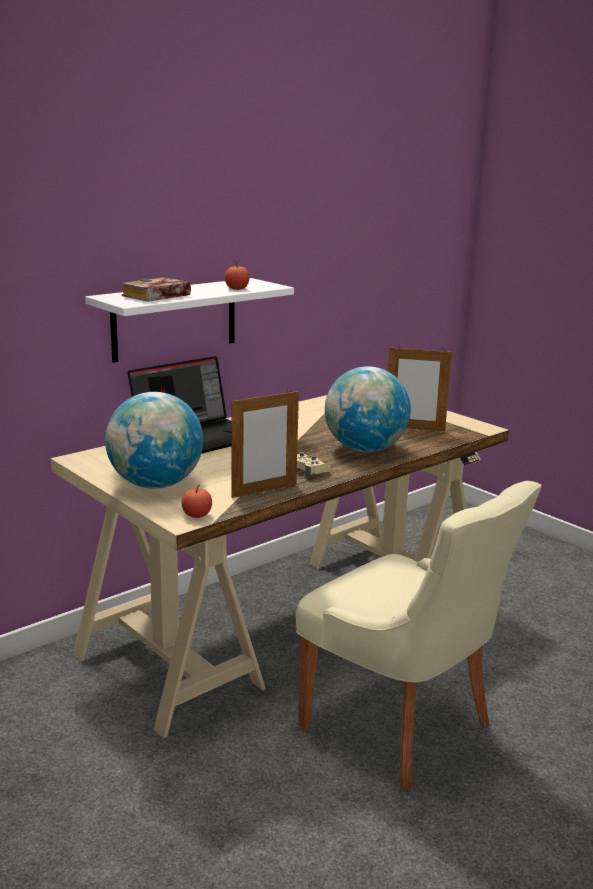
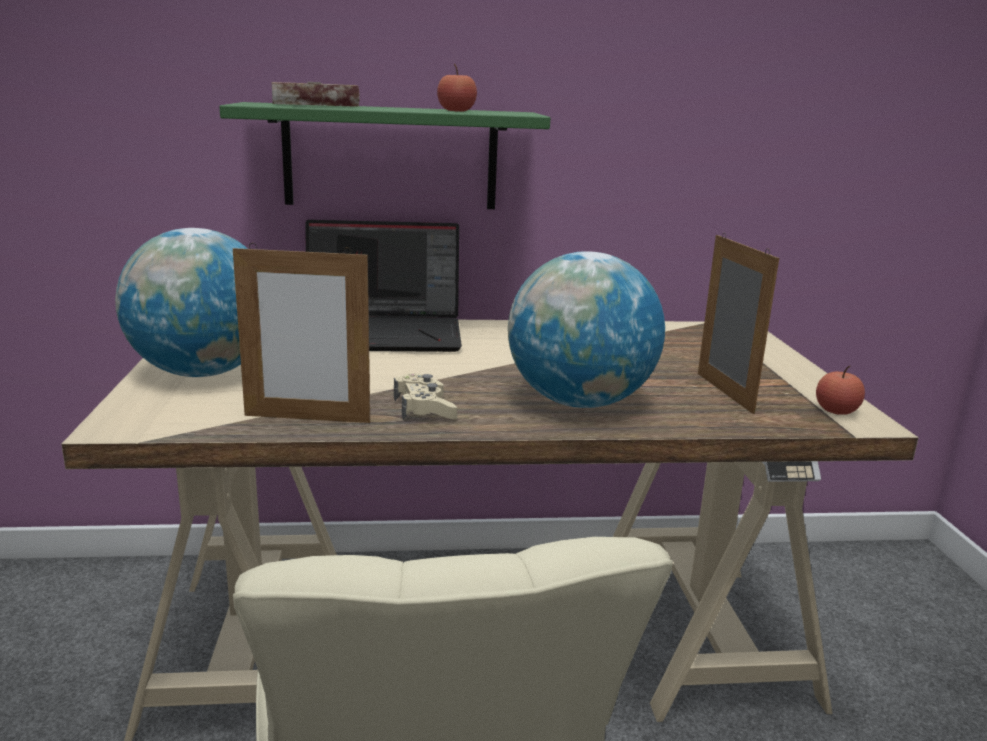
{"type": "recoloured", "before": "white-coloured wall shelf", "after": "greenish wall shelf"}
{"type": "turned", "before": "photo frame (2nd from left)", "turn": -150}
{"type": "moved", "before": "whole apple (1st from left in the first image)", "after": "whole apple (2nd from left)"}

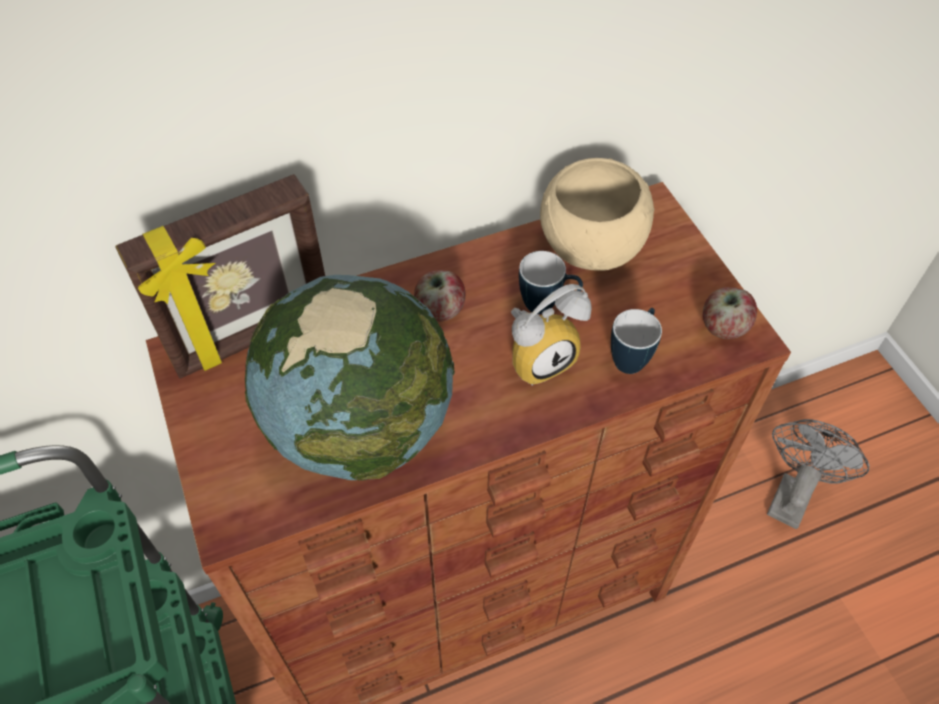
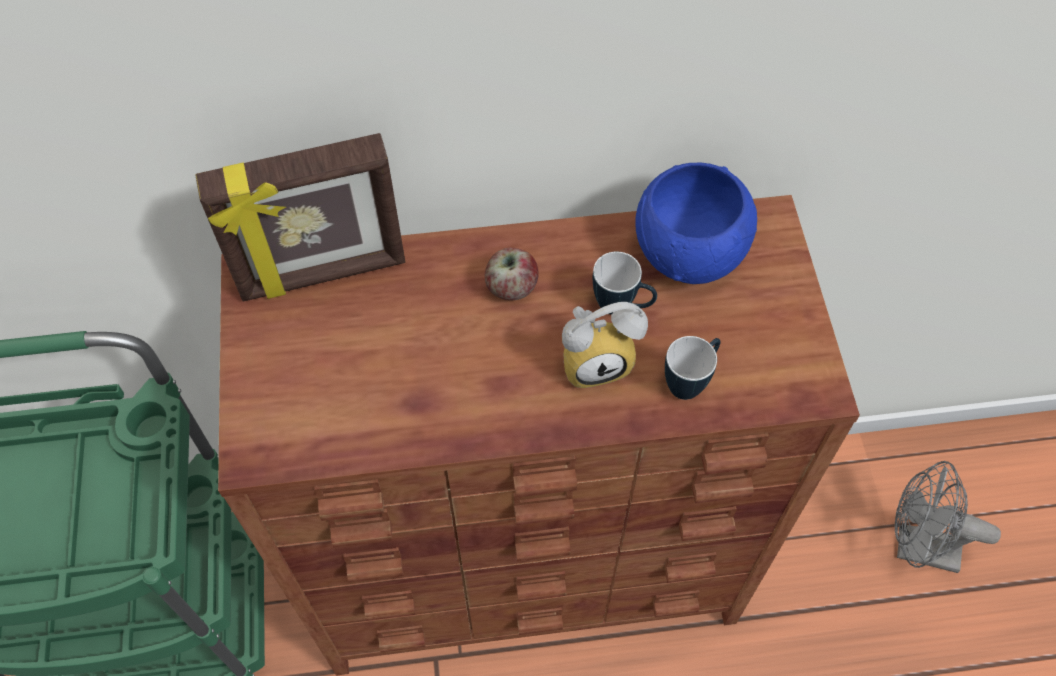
{"type": "recoloured", "before": "beige serving bowl", "after": "bluish serving bowl"}
{"type": "removed", "before": "globe"}
{"type": "removed", "before": "whole apple (2nd from left)"}
{"type": "turned", "before": "greyish electric fan", "turn": -120}

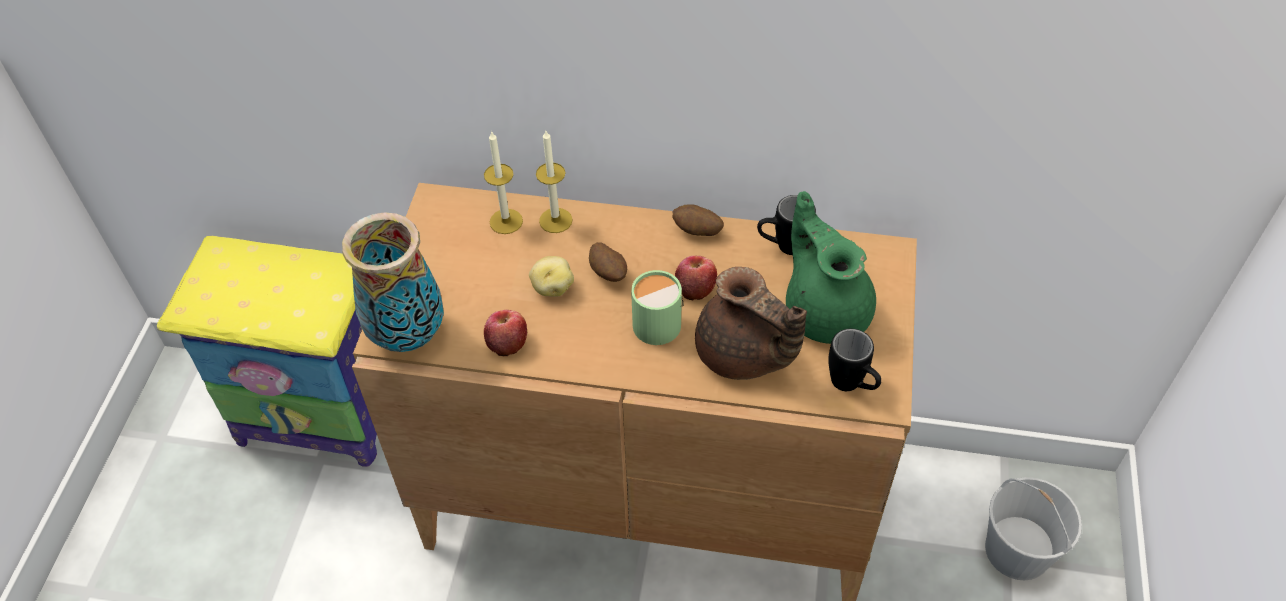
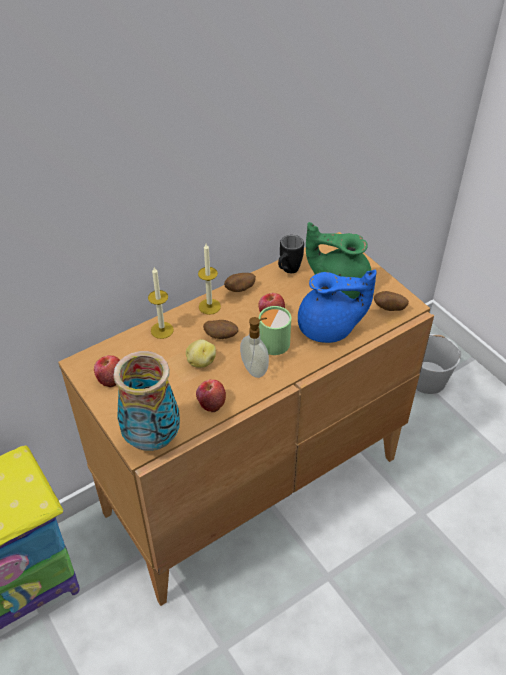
{"type": "moved", "before": "candle (1st from left in the first image)", "after": "candle (2nd from left)"}
{"type": "recoloured", "before": "brown teapot", "after": "bluish teapot"}
{"type": "replaced", "before": "black-coloured coffee mug (2nd from left)", "after": "potato (4th from left)"}
{"type": "added", "after": "soap dispenser"}
{"type": "added", "after": "whole apple (1st from left)"}

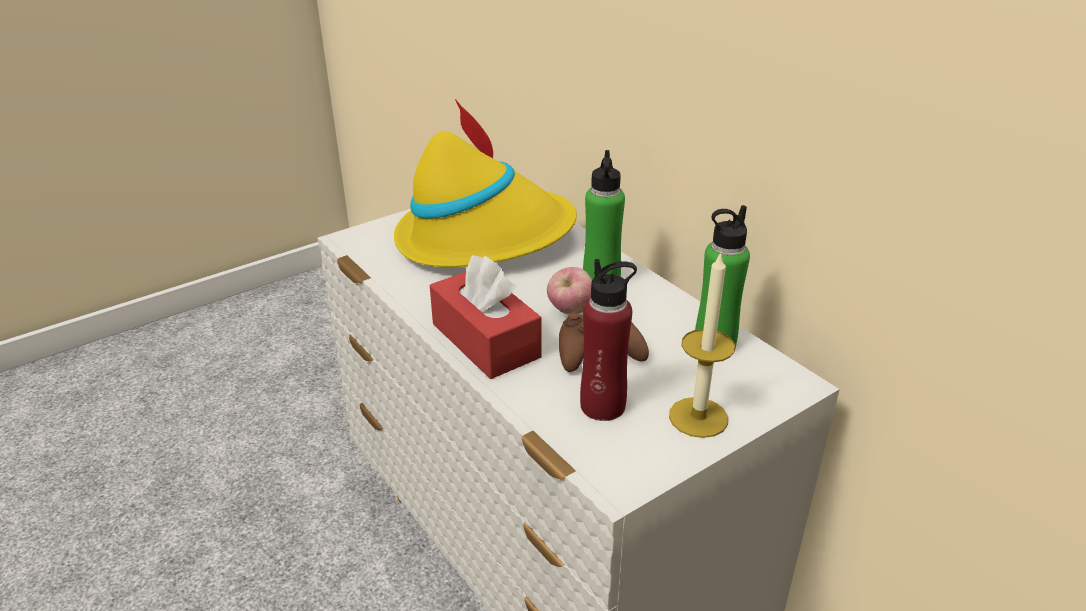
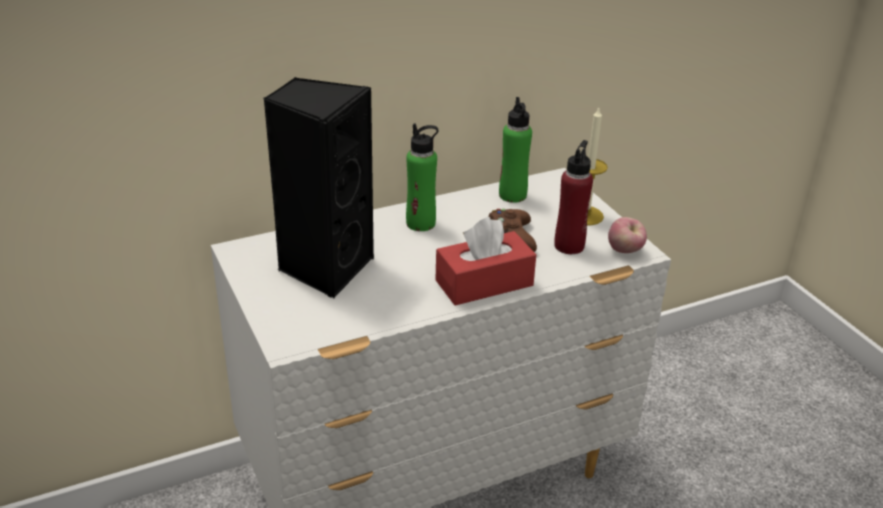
{"type": "replaced", "before": "yellow-coloured hat", "after": "black-coloured loudspeaker"}
{"type": "moved", "before": "whole apple"}

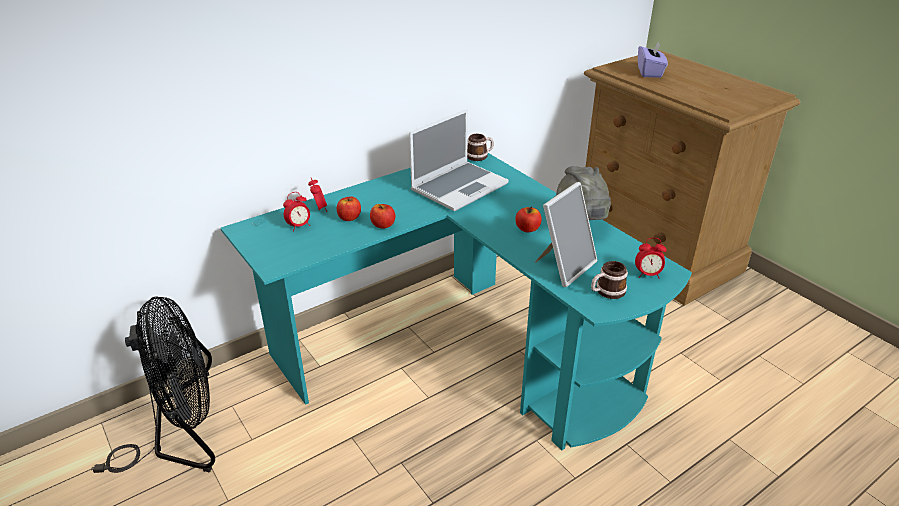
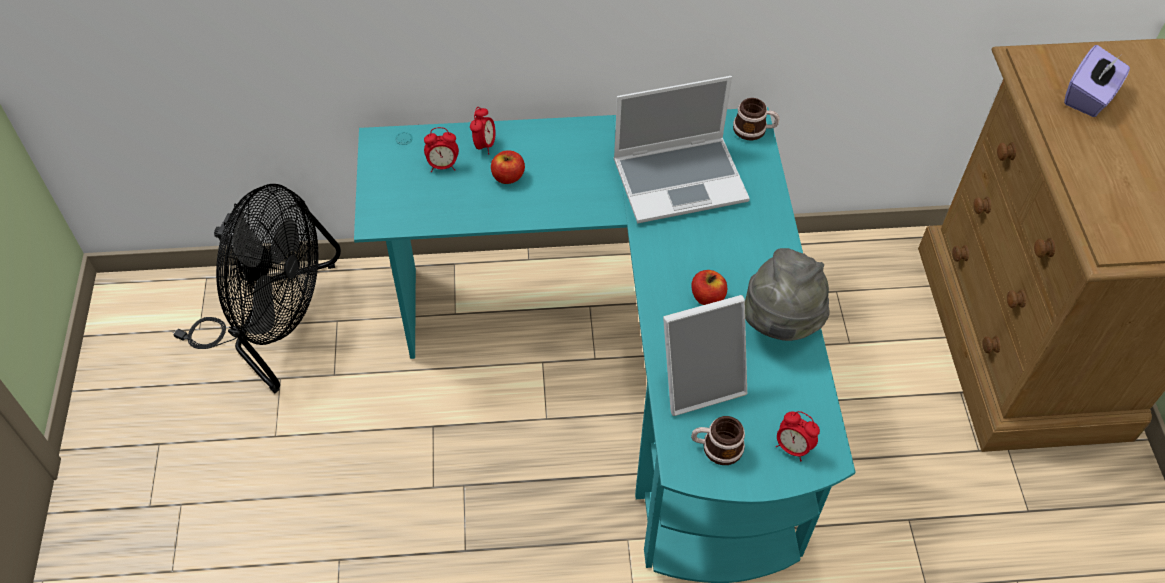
{"type": "removed", "before": "whole apple (2nd from left)"}

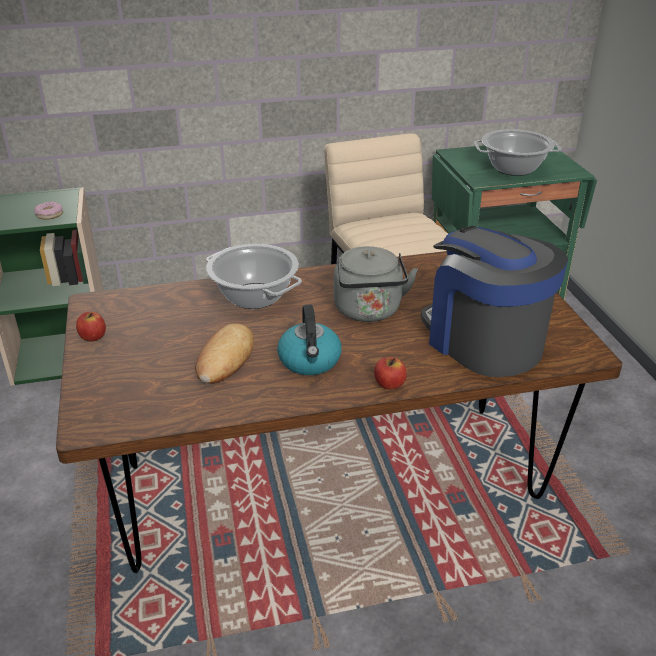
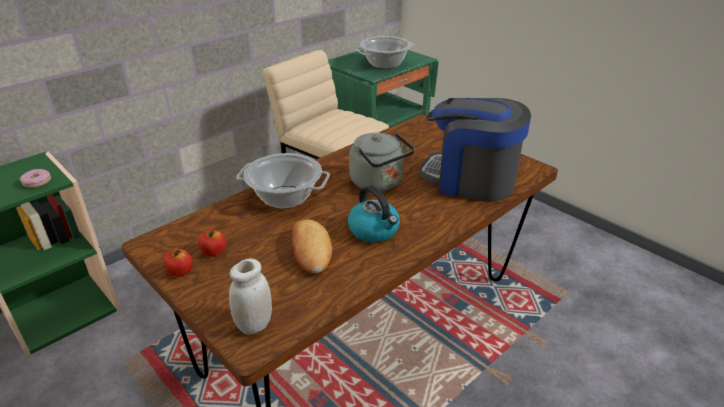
{"type": "moved", "before": "whole apple (2nd from left)"}
{"type": "added", "after": "white-coloured preserve jar"}

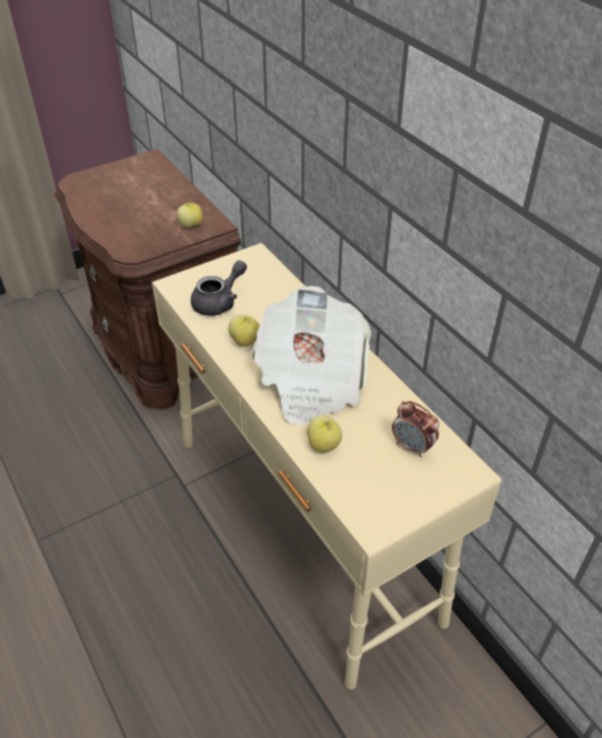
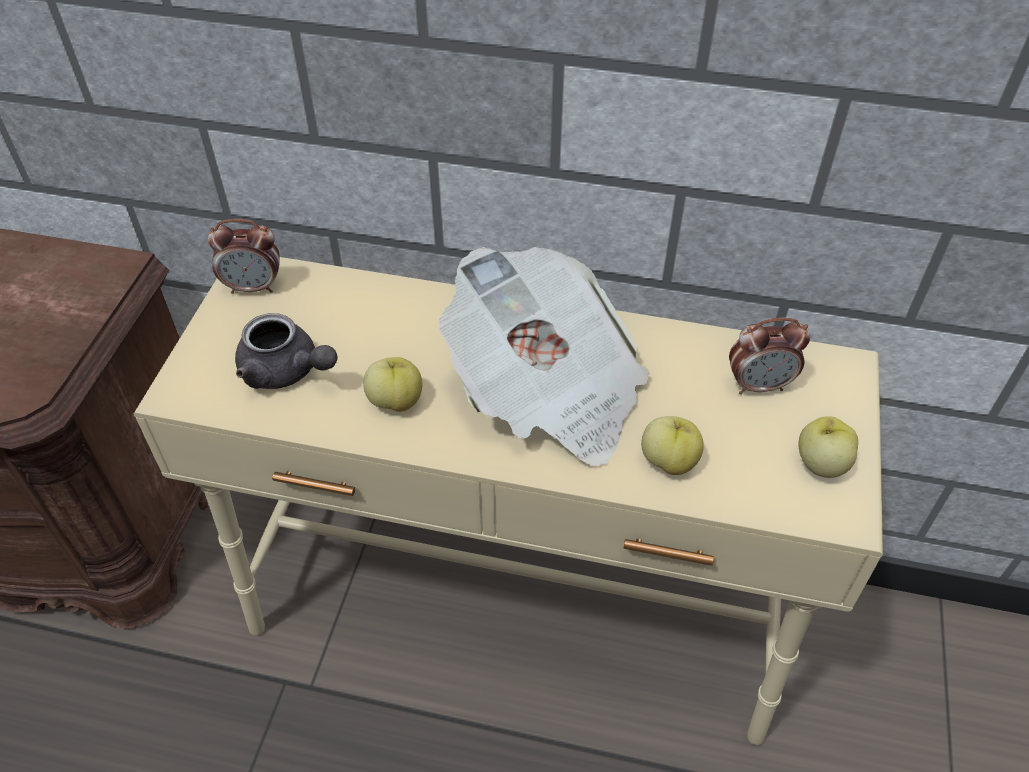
{"type": "moved", "before": "whole apple (1st from left in the first image)", "after": "whole apple (3rd from left)"}
{"type": "turned", "before": "greyish teapot", "turn": 120}
{"type": "added", "after": "bedside clock (1st from left)"}

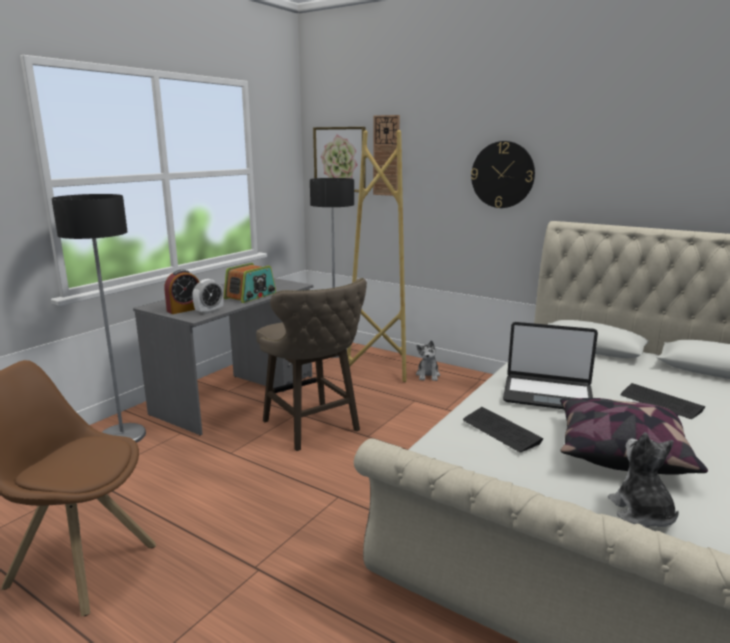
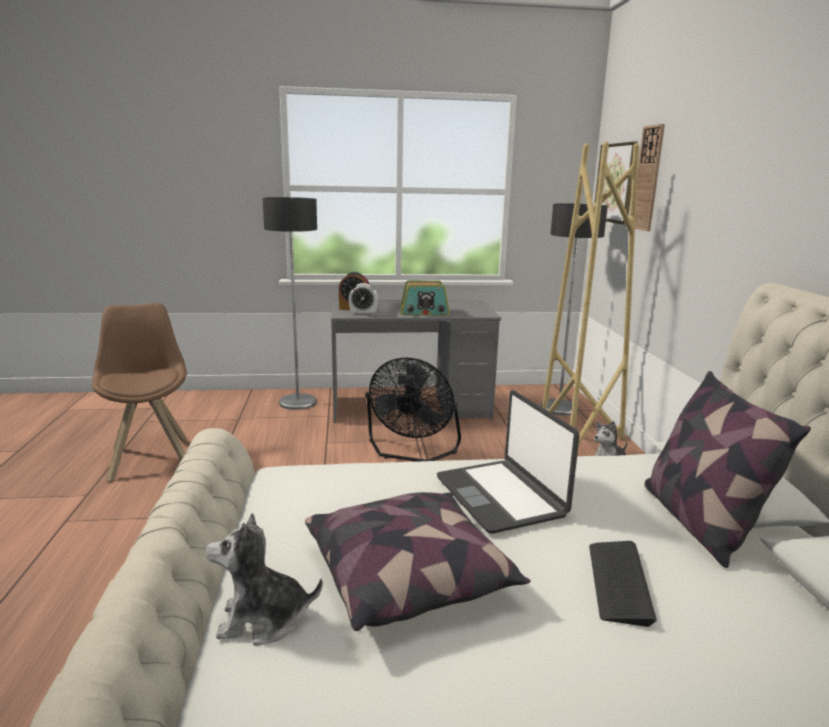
{"type": "removed", "before": "hanging clock (2nd from left)"}
{"type": "replaced", "before": "beige stool seat", "after": "black-coloured electric fan"}
{"type": "removed", "before": "computer keyboard (1st from left)"}
{"type": "turned", "before": "soft toy (2nd from left in the first image)", "turn": -135}
{"type": "added", "after": "cushion (2nd from left)"}

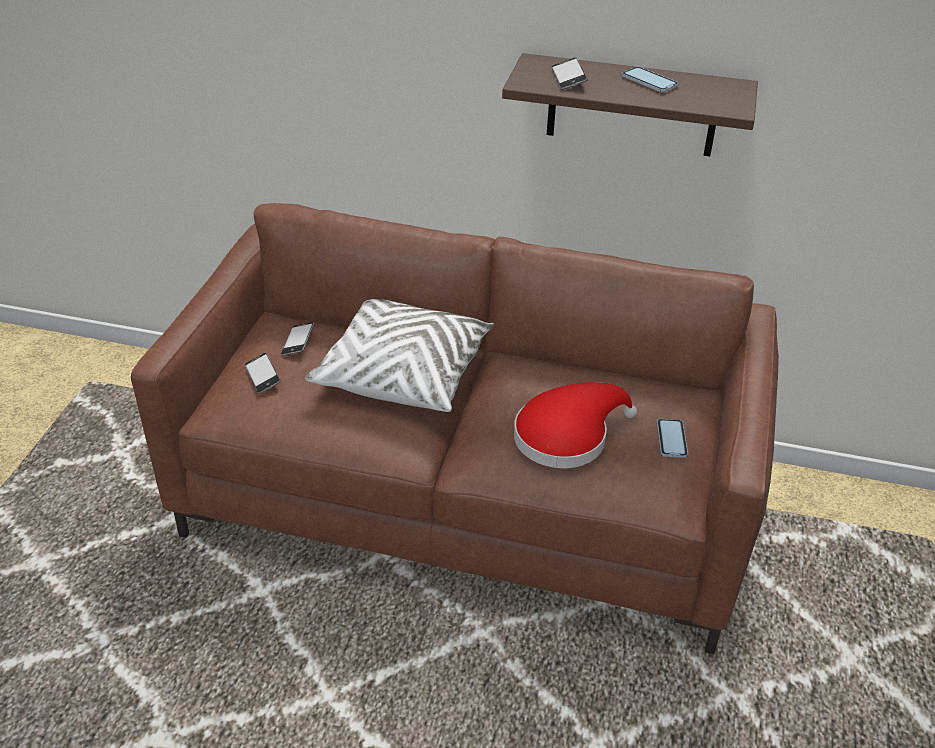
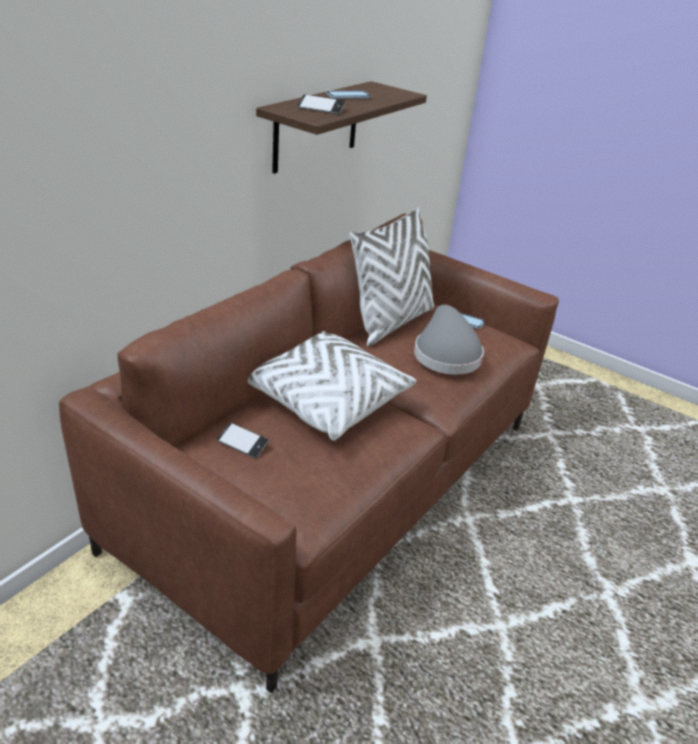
{"type": "removed", "before": "phone (1st from left)"}
{"type": "recoloured", "before": "red hat", "after": "greyish hat"}
{"type": "added", "after": "white-coloured cushion (2nd from left)"}

